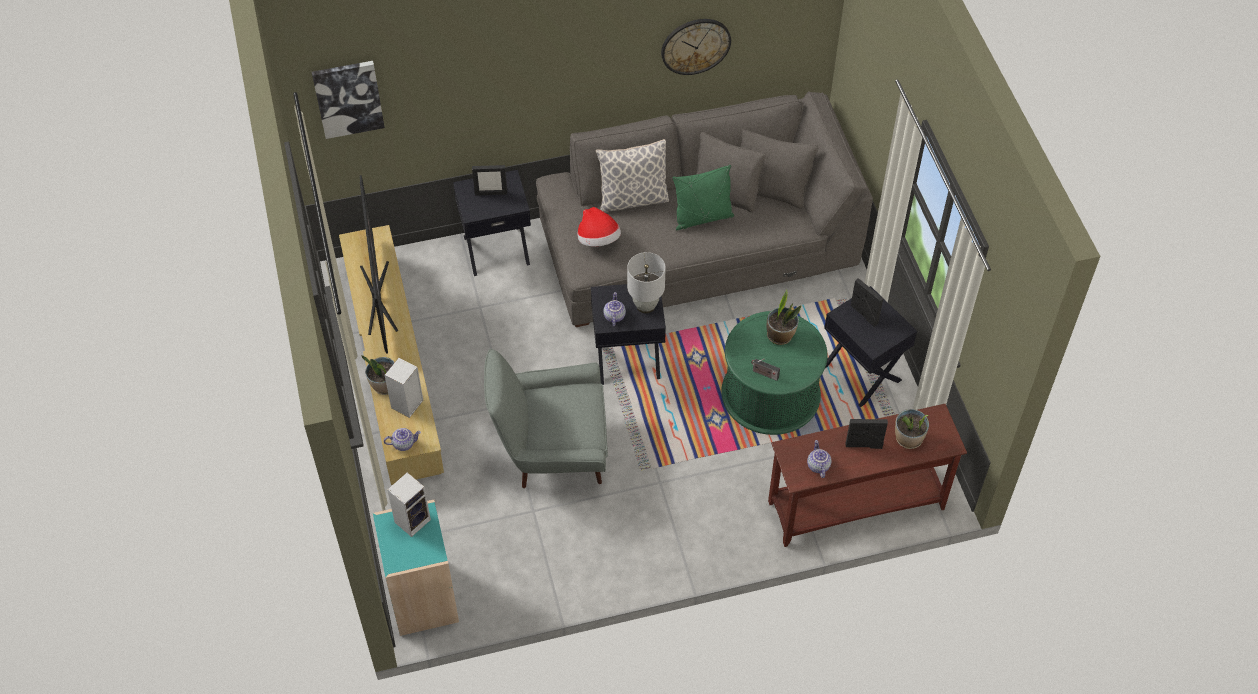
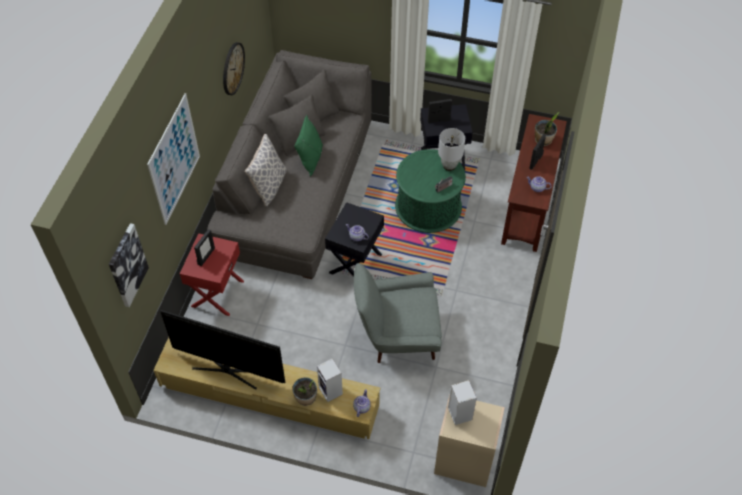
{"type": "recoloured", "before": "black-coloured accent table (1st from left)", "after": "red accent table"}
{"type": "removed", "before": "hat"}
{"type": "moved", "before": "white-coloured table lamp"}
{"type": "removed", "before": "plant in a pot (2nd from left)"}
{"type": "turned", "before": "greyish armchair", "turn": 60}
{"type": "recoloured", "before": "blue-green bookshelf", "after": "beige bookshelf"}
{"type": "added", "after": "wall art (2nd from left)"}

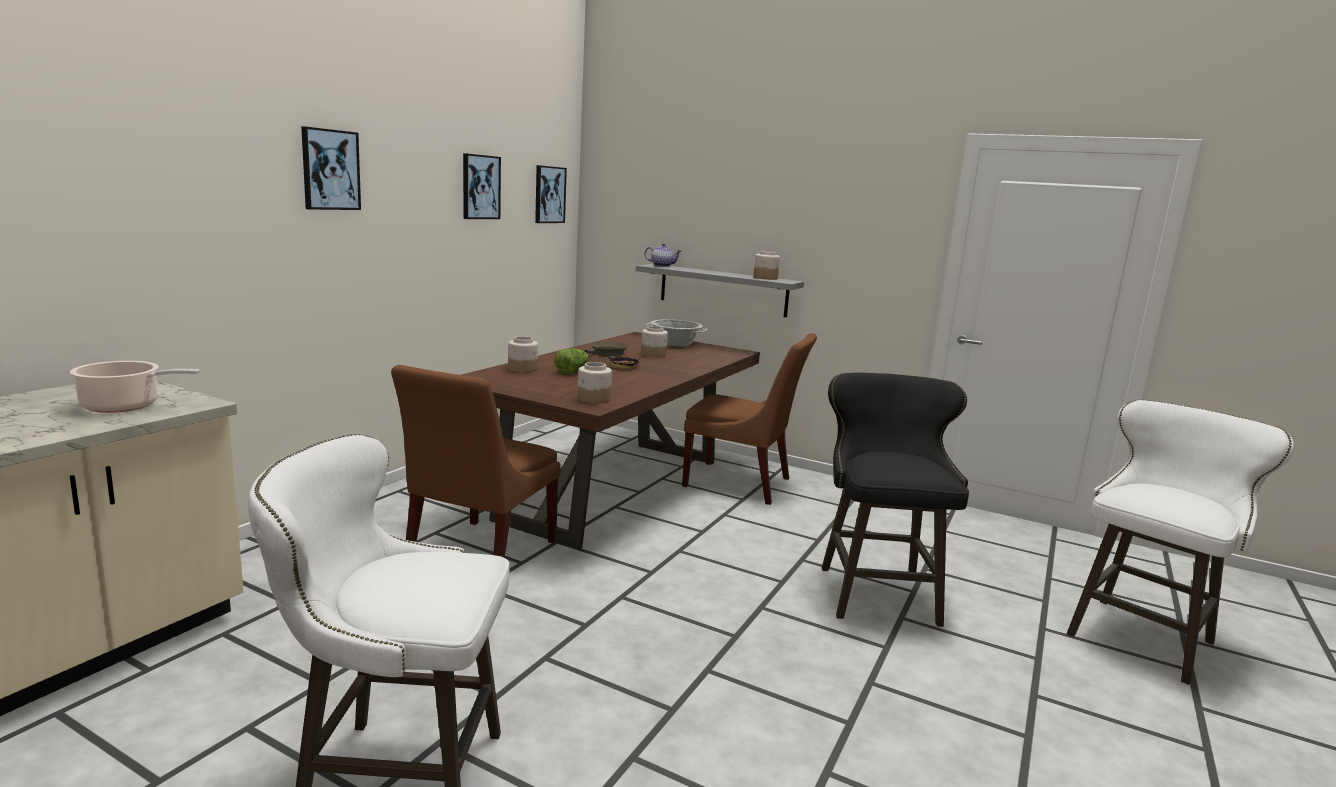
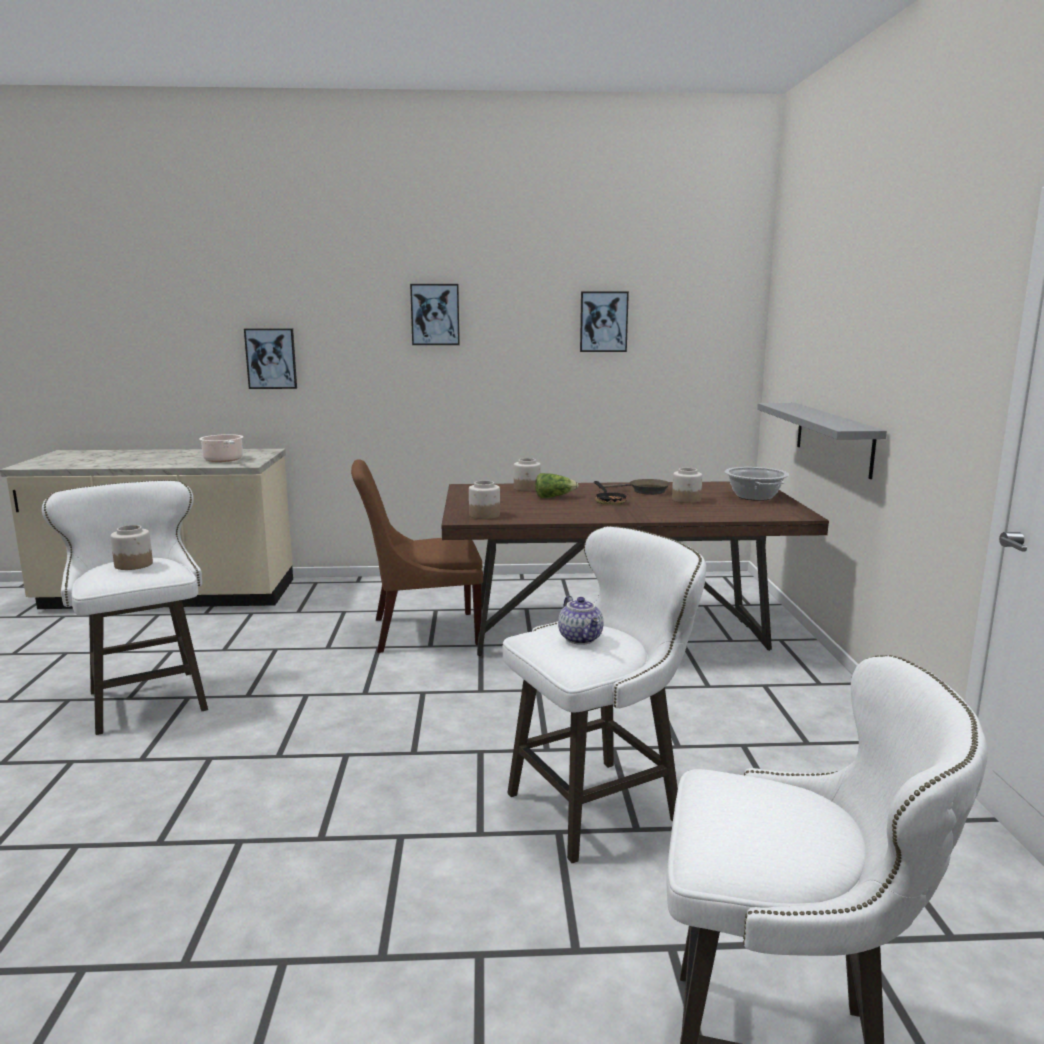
{"type": "moved", "before": "wall art (3rd from left in the first image)", "after": "wall art (1st from left)"}
{"type": "moved", "before": "teapot"}
{"type": "moved", "before": "preserve jar (4th from left in the first image)", "after": "preserve jar (1st from left)"}
{"type": "removed", "before": "brown upright chair (2nd from left)"}
{"type": "recoloured", "before": "black-coloured stool seat", "after": "white-coloured stool seat (2nd from left)"}

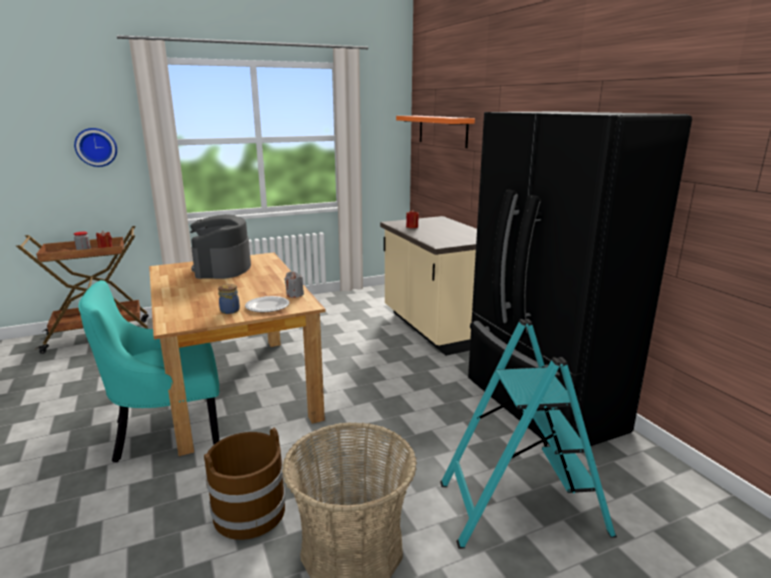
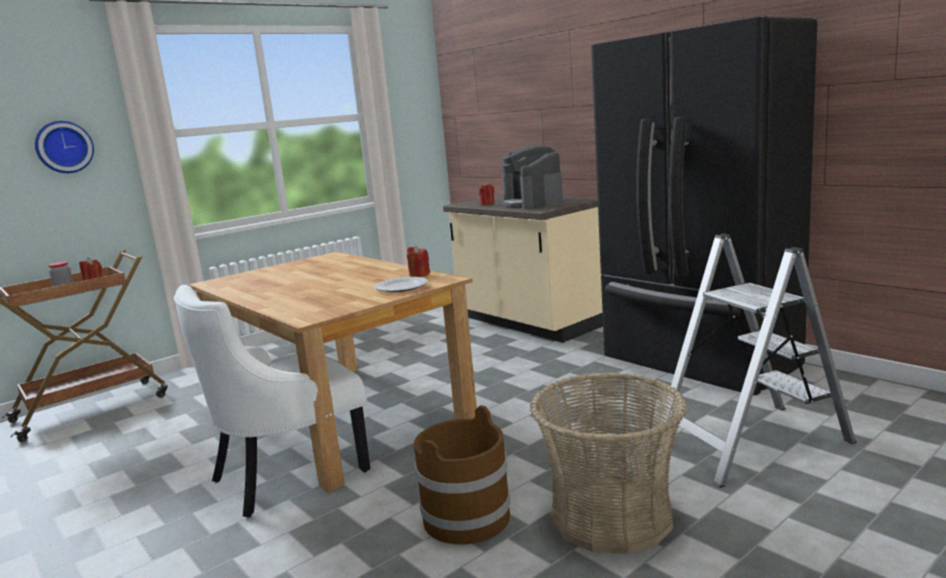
{"type": "removed", "before": "orange-coloured wall shelf"}
{"type": "moved", "before": "coffee brewer"}
{"type": "recoloured", "before": "greyish candle", "after": "red candle (2nd from left)"}
{"type": "recoloured", "before": "blue-green upright chair", "after": "white-coloured upright chair"}
{"type": "removed", "before": "preserve jar (2nd from left)"}
{"type": "recoloured", "before": "blue-green step stool", "after": "greyish step stool"}

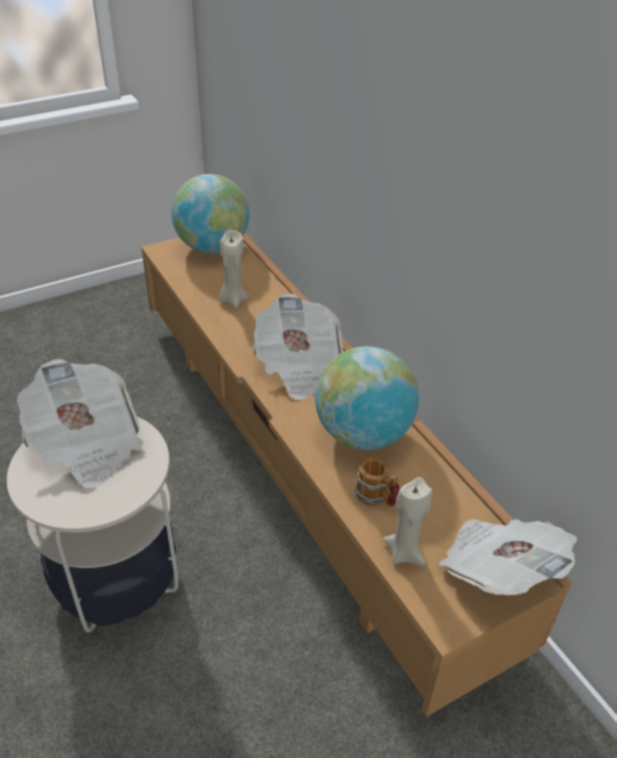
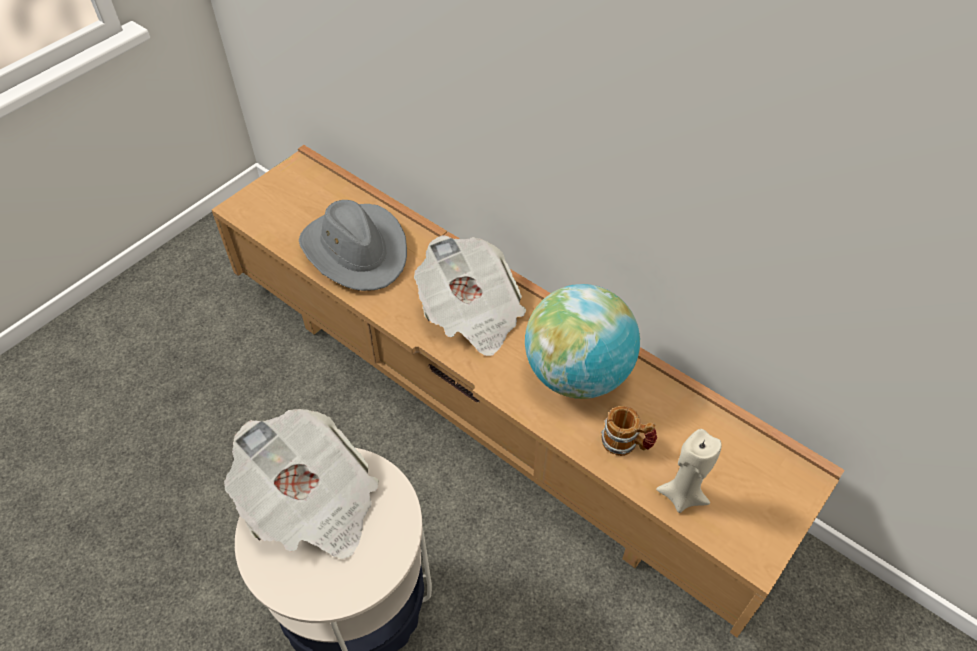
{"type": "removed", "before": "globe (1st from left)"}
{"type": "replaced", "before": "beige candle (1st from left)", "after": "greyish hat"}
{"type": "removed", "before": "daily paper (3rd from left)"}

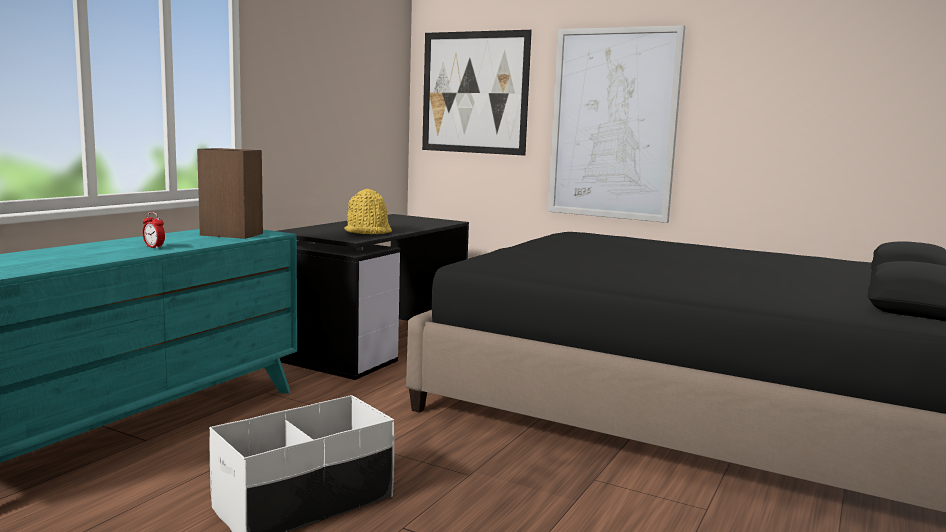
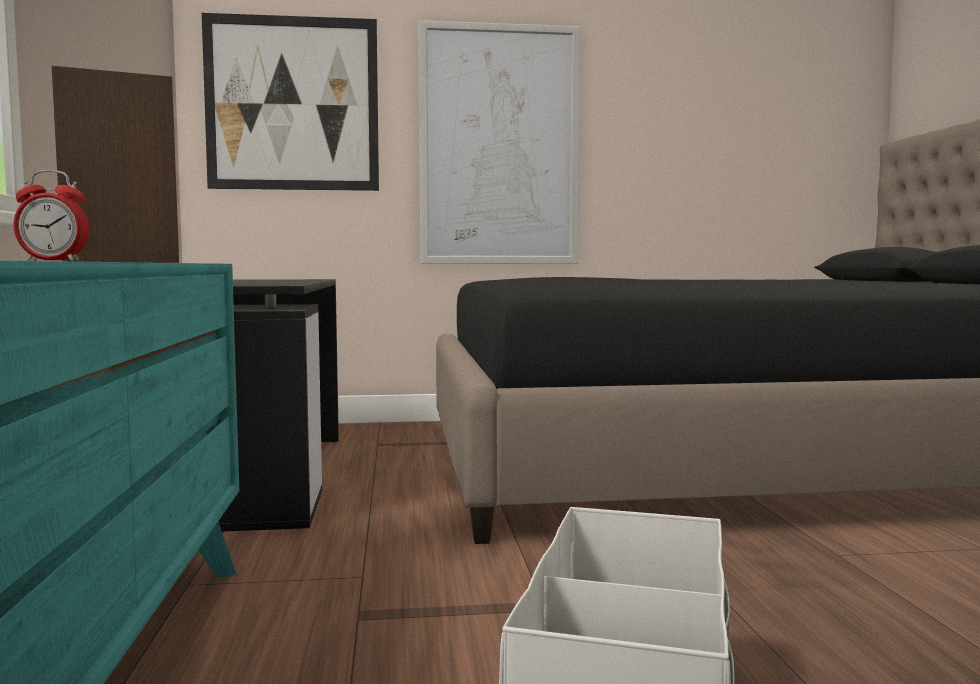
{"type": "removed", "before": "yellow-coloured hat"}

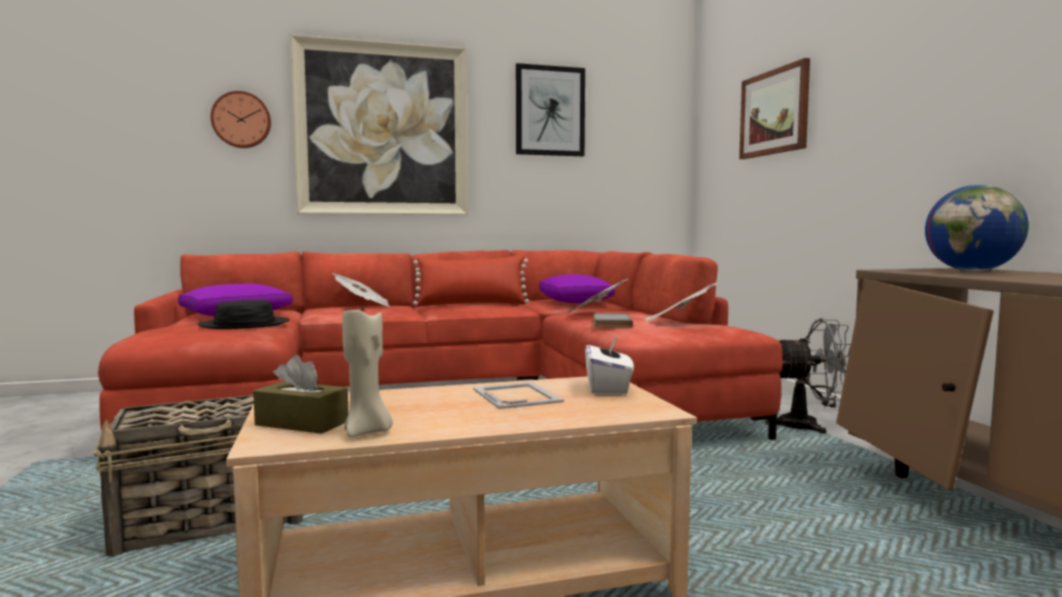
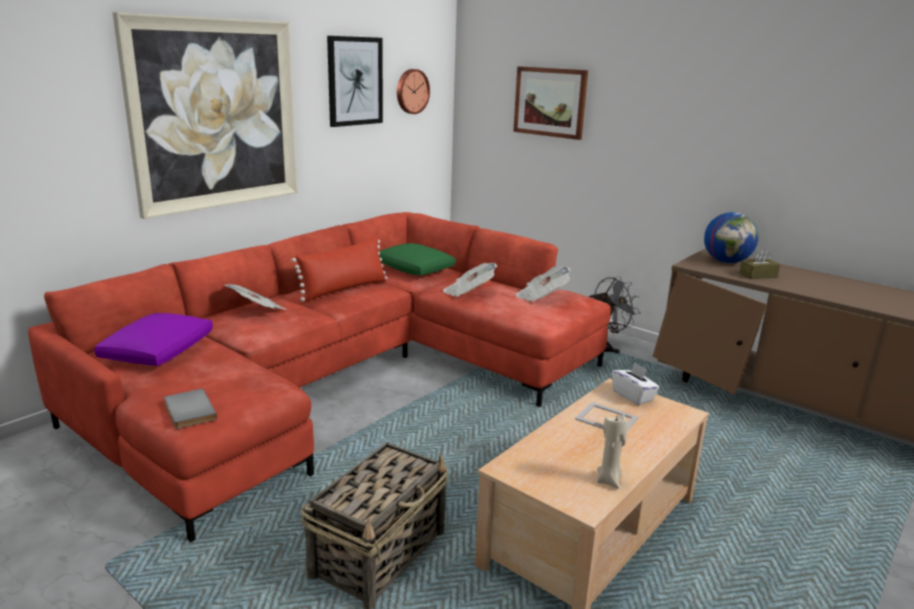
{"type": "moved", "before": "hanging clock"}
{"type": "recoloured", "before": "purple-coloured cushion (2nd from left)", "after": "greenish cushion"}
{"type": "removed", "before": "black-coloured hat"}
{"type": "moved", "before": "greyish book"}
{"type": "moved", "before": "brown tissue holder"}

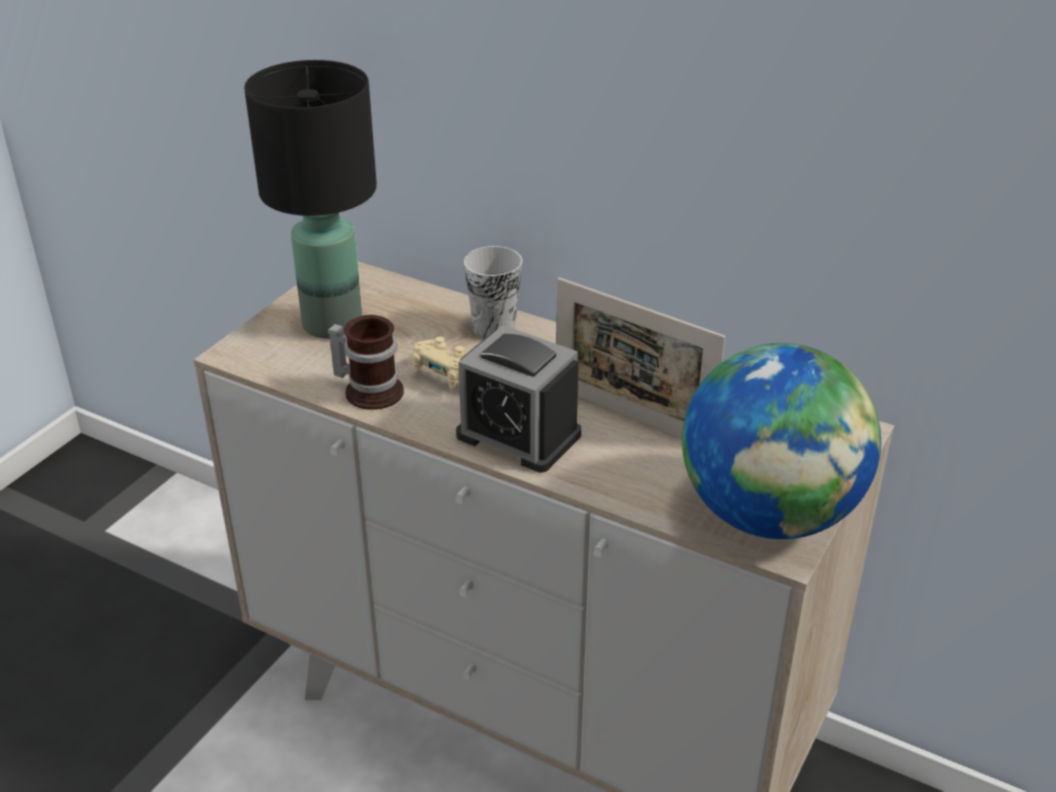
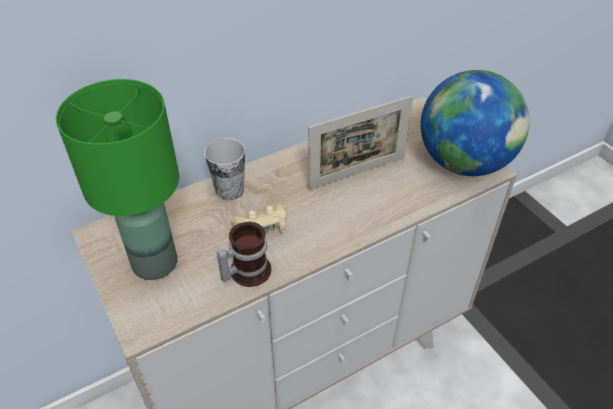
{"type": "recoloured", "before": "black-coloured table lamp", "after": "greenish table lamp"}
{"type": "removed", "before": "bedside clock"}

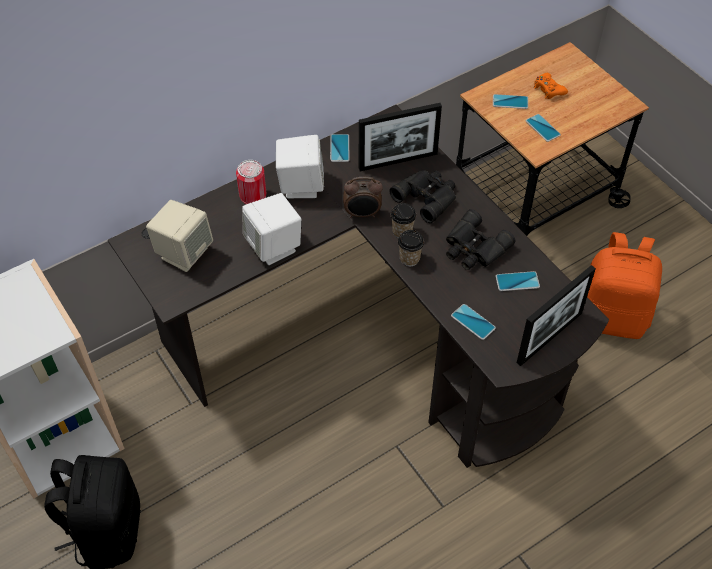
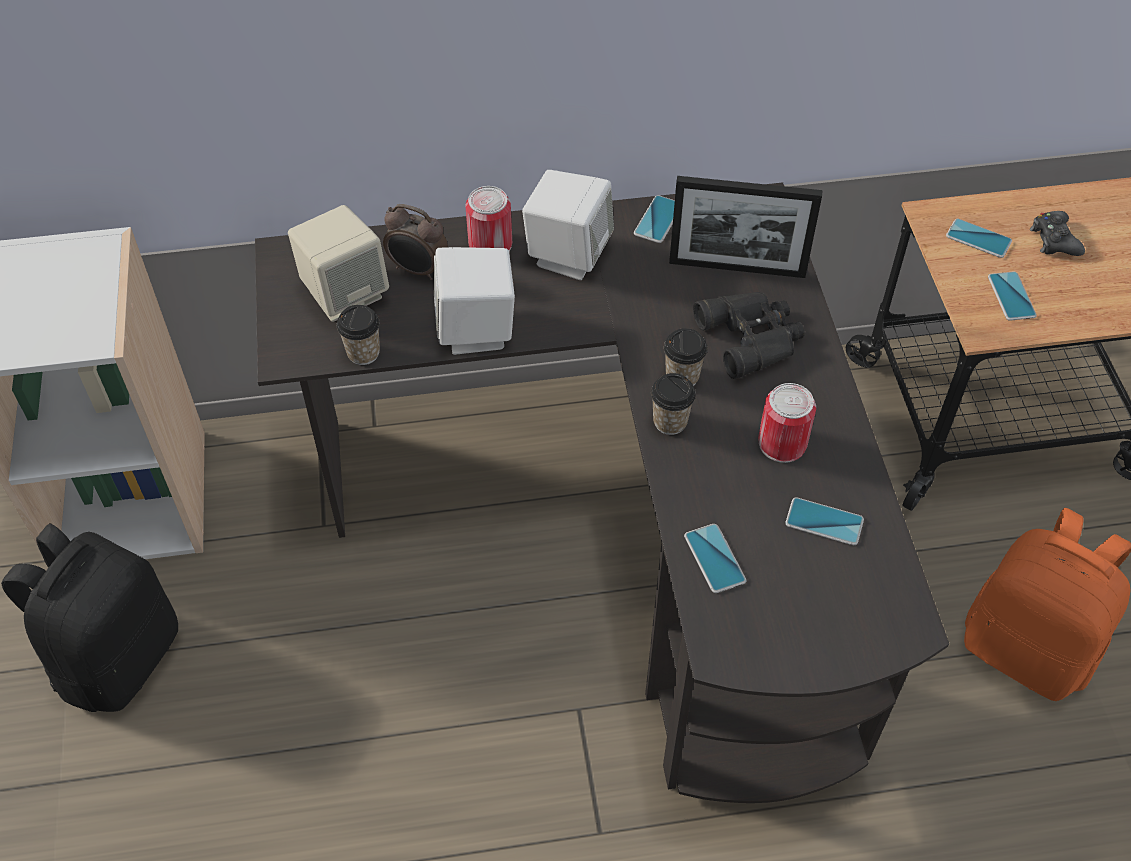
{"type": "recoloured", "before": "orange-coloured joypad", "after": "black-coloured joypad"}
{"type": "moved", "before": "bedside clock"}
{"type": "replaced", "before": "black-coloured field glasses (2nd from left)", "after": "metal can (2nd from left)"}
{"type": "removed", "before": "photo frame (2nd from left)"}
{"type": "added", "after": "cup (1st from left)"}

